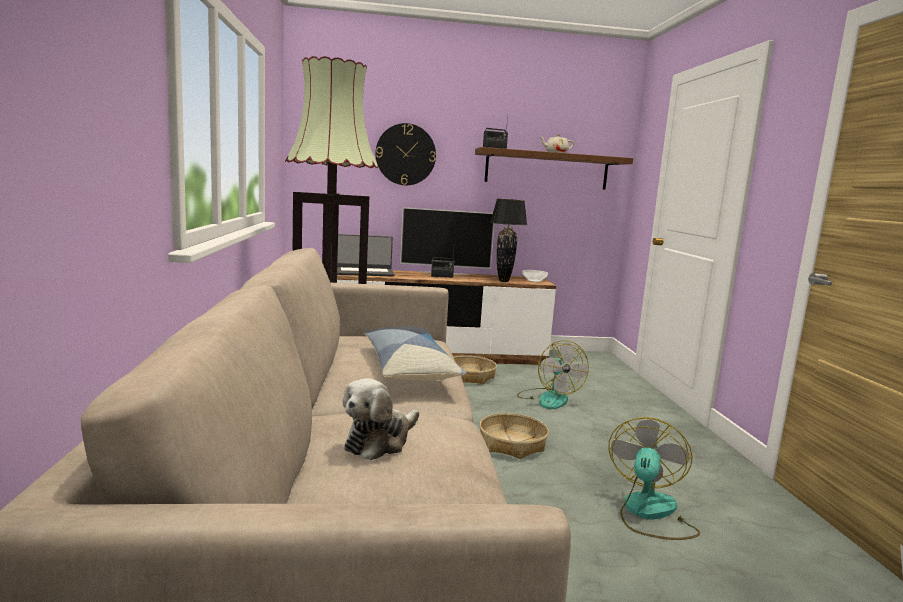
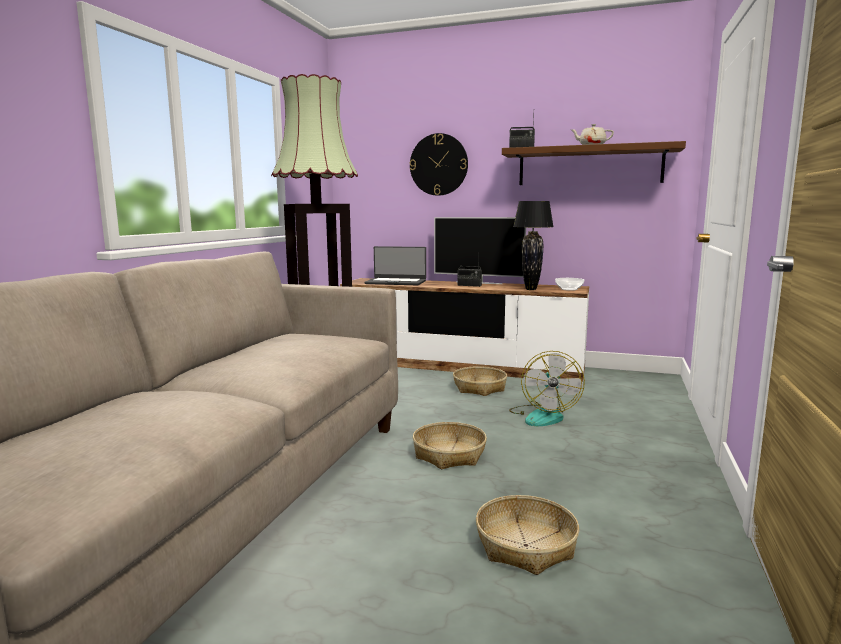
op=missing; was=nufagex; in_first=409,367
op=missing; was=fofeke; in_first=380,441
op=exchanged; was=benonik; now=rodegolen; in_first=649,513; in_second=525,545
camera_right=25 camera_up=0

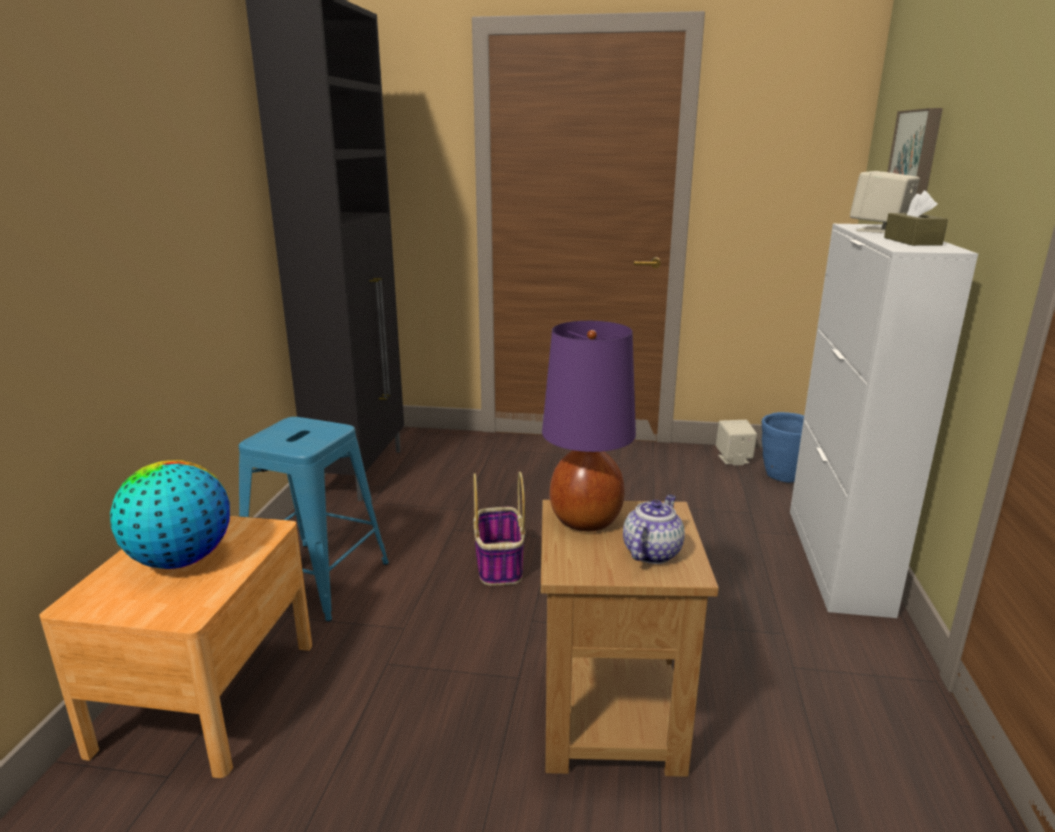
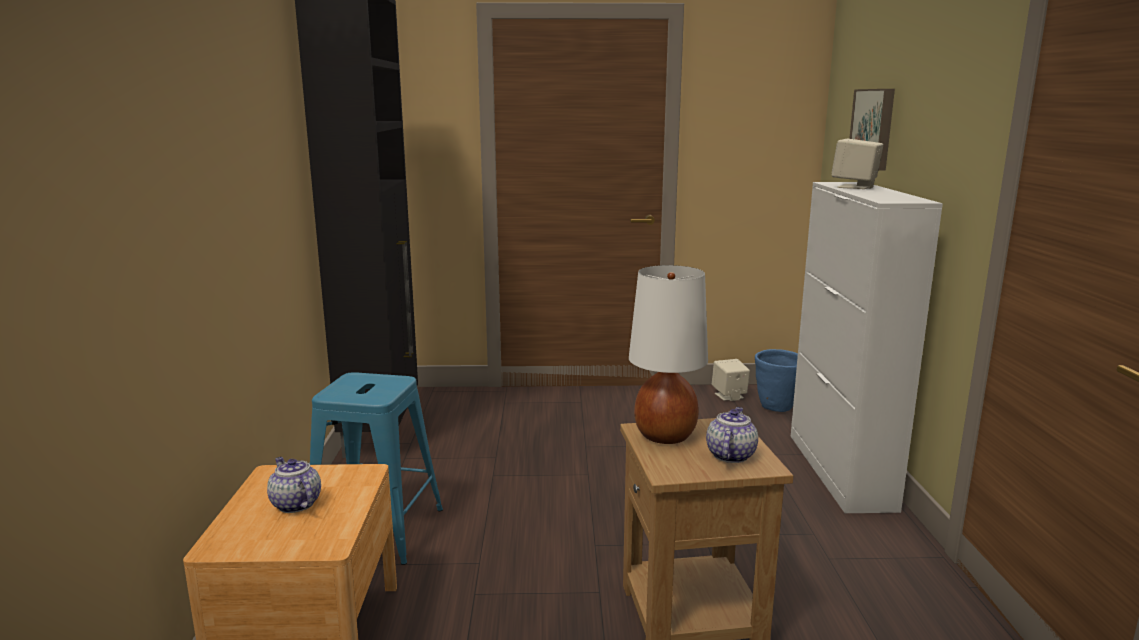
op=missing; was=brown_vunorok; in_first=912,241
op=colour; was=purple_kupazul; now=white_kupazul; in_first=585,520; in_second=664,436
op=exchanged; was=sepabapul; now=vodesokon; in_first=180,560; in_second=295,504
op=missing; was=rodegolen; in_first=499,564
camera_right=-10 camera_up=-5

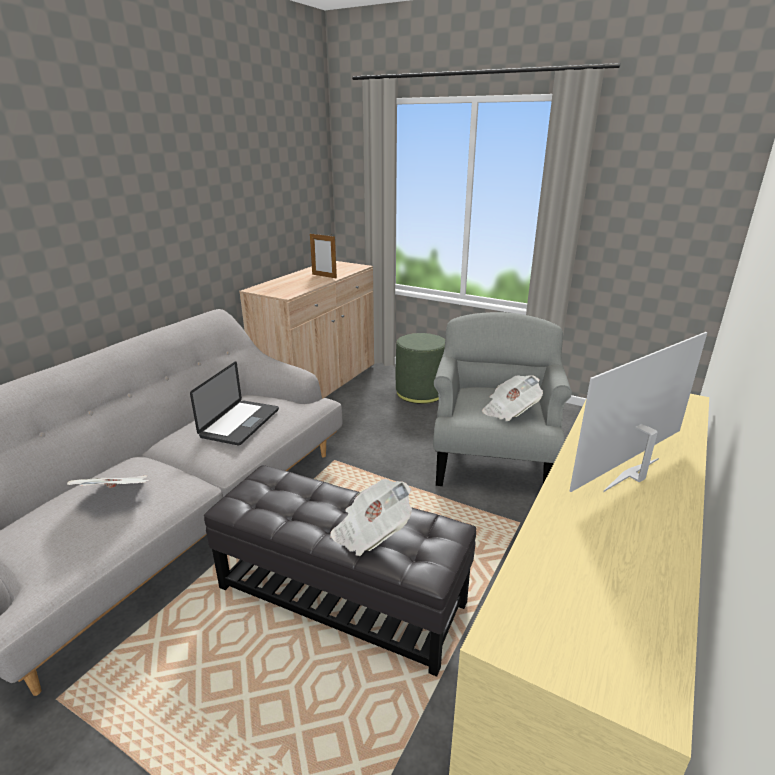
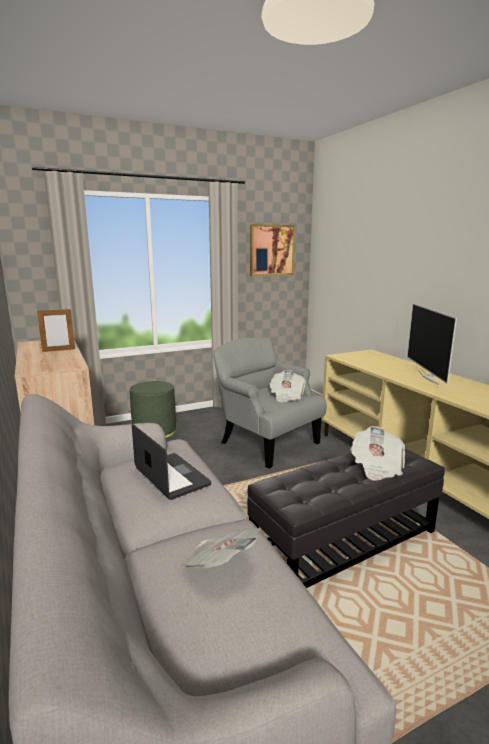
op=appeared; now=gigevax; in_second=271,250
camera_right=-55 camera_up=-10

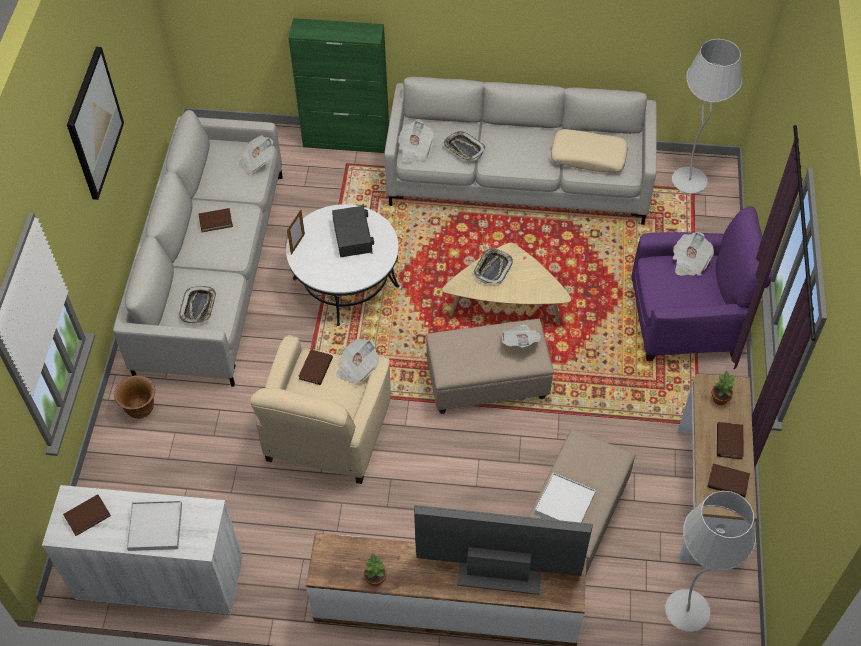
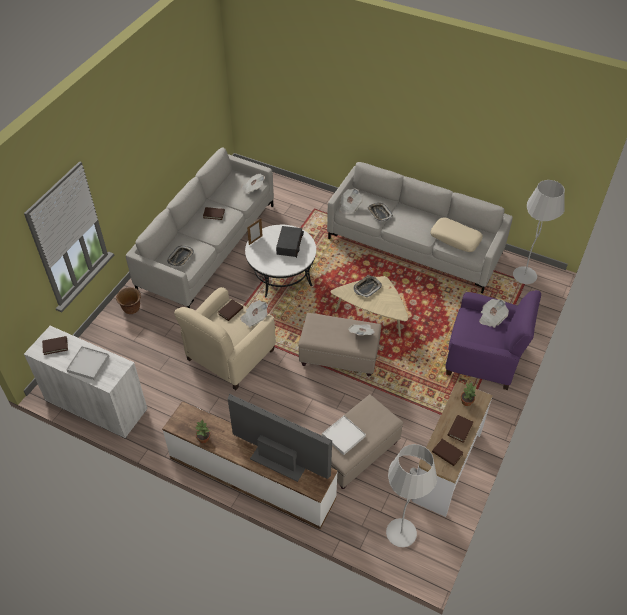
op=missing; was=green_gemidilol; in_first=346,140
op=missing; was=gigevax; in_first=94,123
camera_right=20 camera_up=-5

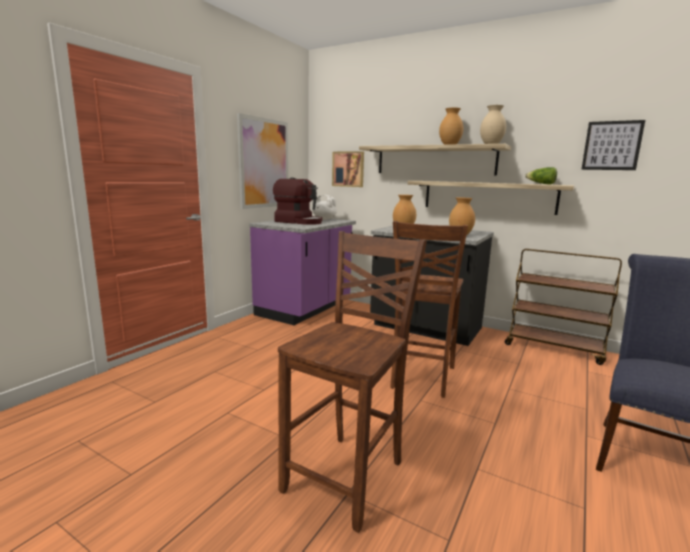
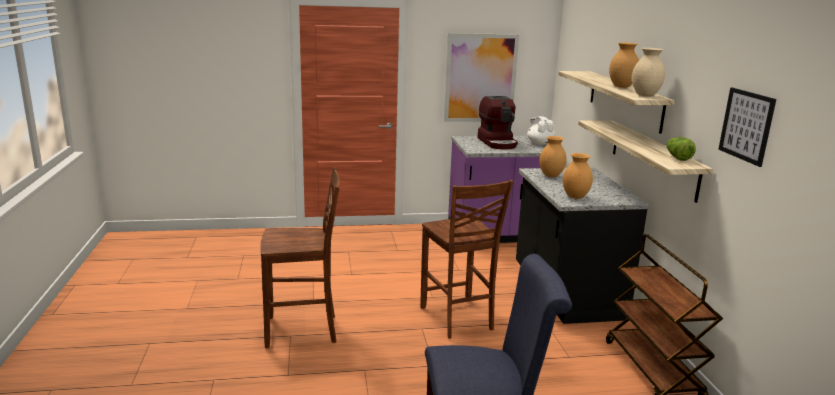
op=missing; was=gigevax; in_first=348,169
op=spun; was=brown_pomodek; in_first=421,377; in_second=457,319; clockwise=-90
camera_right=50 camera_up=5

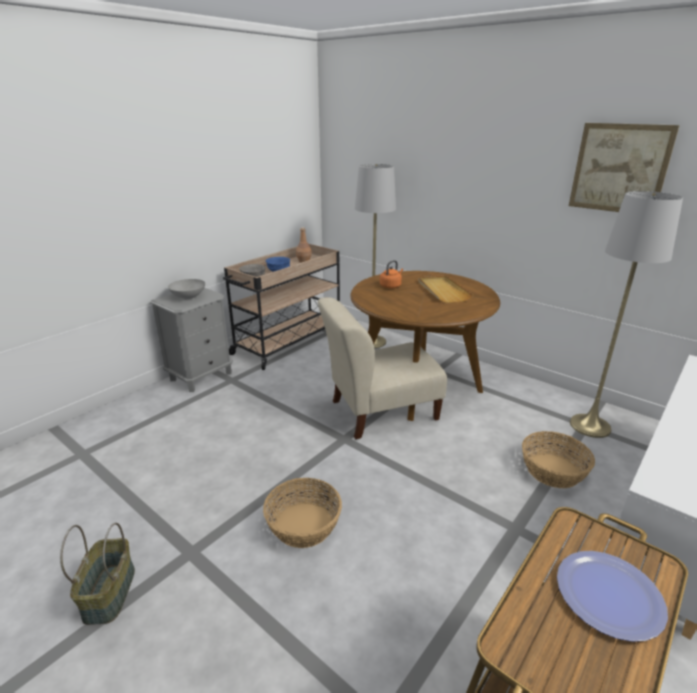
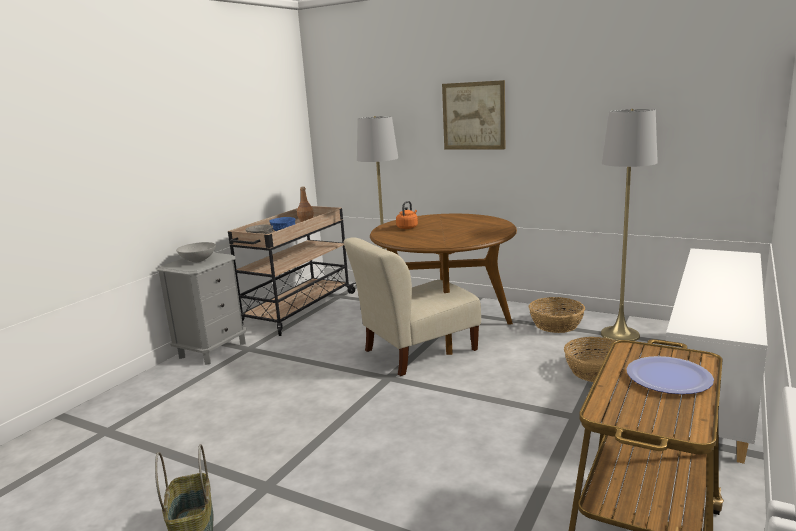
op=relocated; was=gigevax; in_first=619,168; in_second=473,116
op=missing; was=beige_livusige; in_first=442,291
op=relocated; was=rodegolen; in_first=304,524; in_second=556,324
camera_right=-10 camera_up=-10

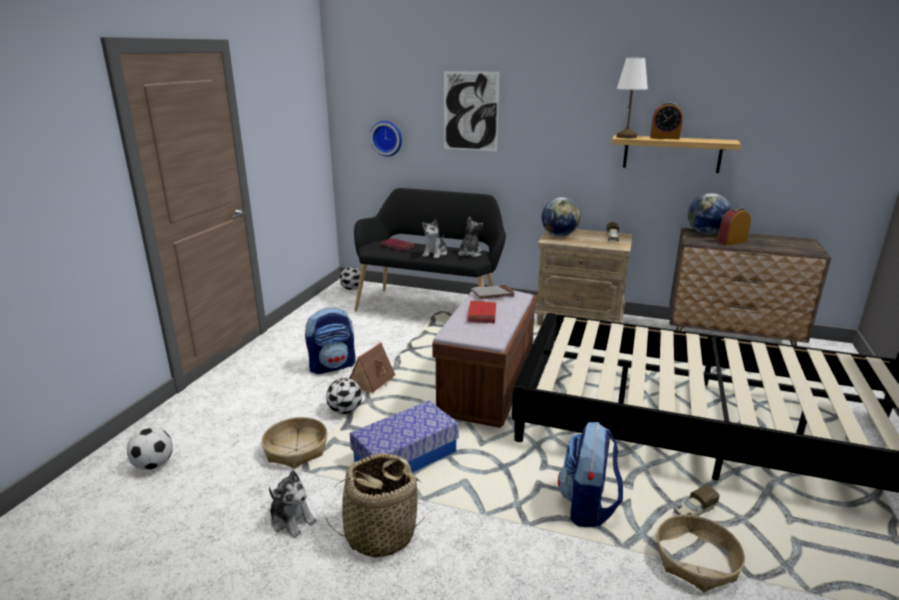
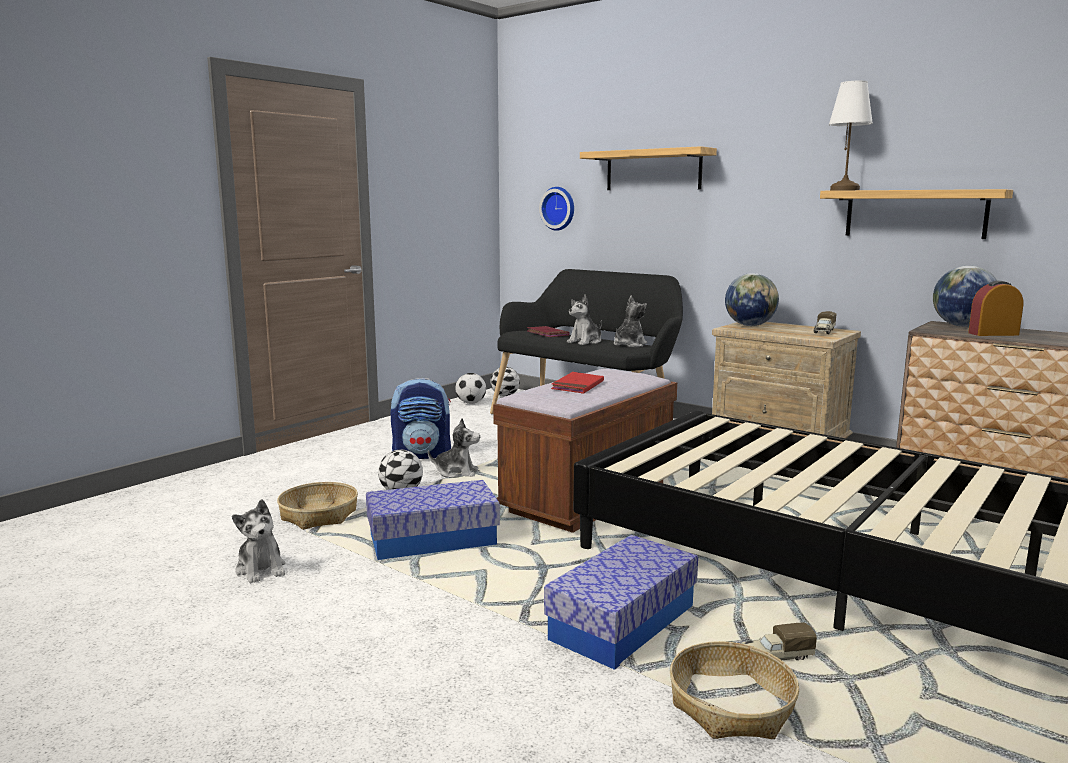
op=exchanged; was=gigevax; now=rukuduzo; in_first=470,111; in_second=653,170
op=missing; was=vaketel; in_first=664,138
op=missing; was=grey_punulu; in_first=492,294
op=exchanged; was=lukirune; now=fofeke; in_first=373,381; in_second=457,472
op=exchanged; was=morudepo; now=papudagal; in_first=588,506; in_second=622,623
op=relocated; was=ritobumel; in_first=154,465; in_second=471,403
op=missing; was=rodegolen; in_first=380,534
camera_right=20 camera_up=-10

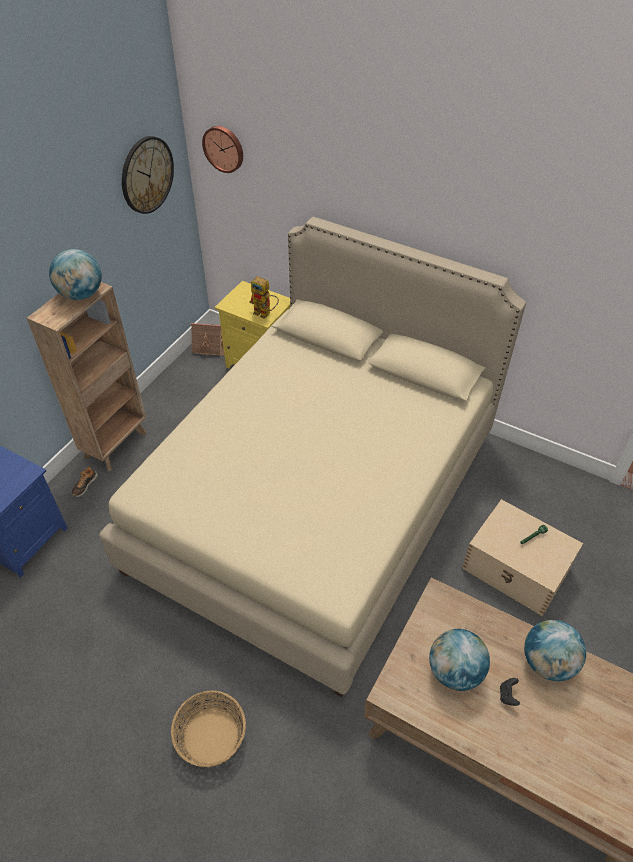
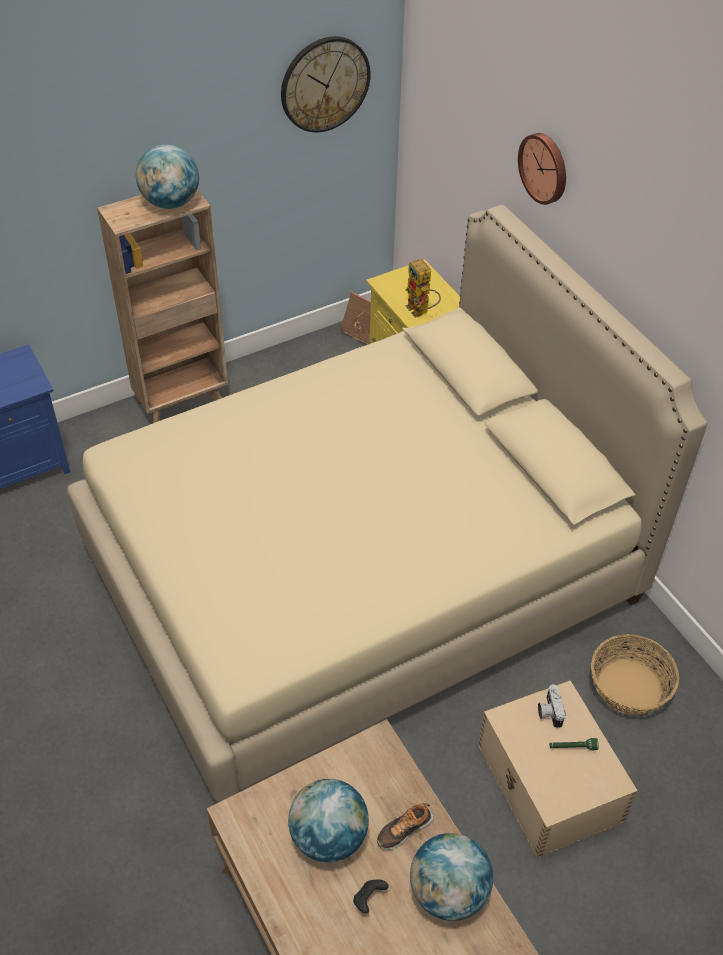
op=relocated; was=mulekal; in_first=224,148; in_second=545,167
op=relocated; was=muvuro; in_first=84,485; in_second=404,829
op=relocated; was=rodegolen; in_first=210,735; in_second=628,686
op=appeared; now=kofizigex; in_second=549,711
camera_right=30 camera_up=0

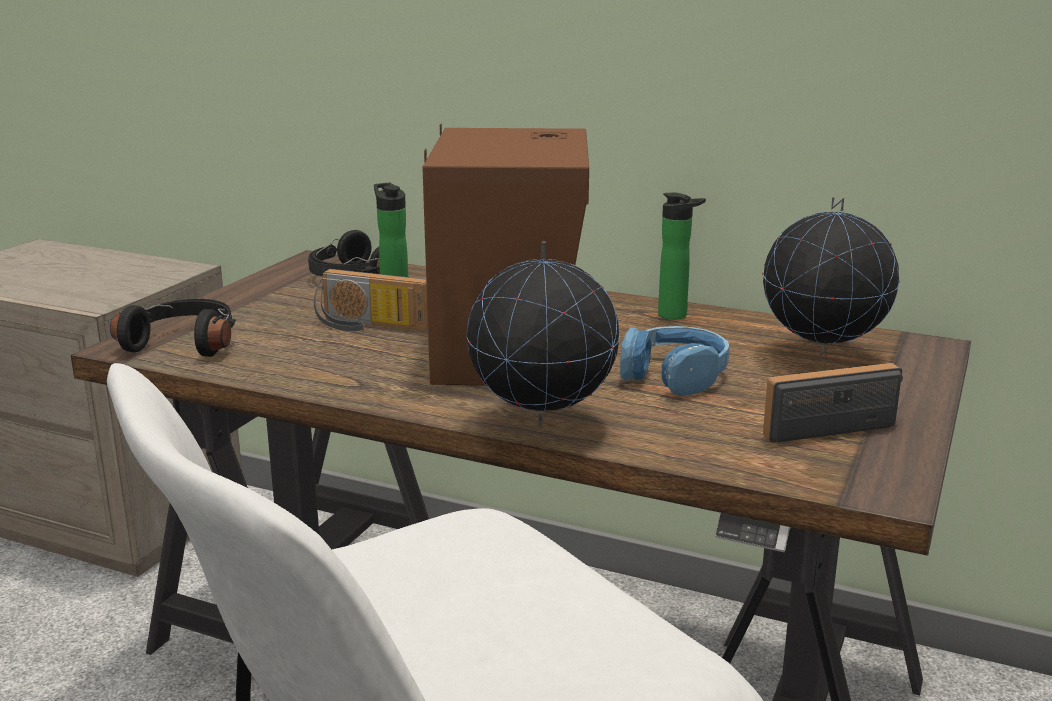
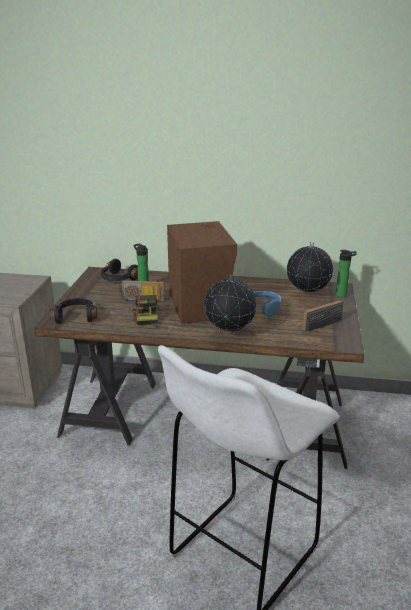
op=relocated; was=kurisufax; in_first=677,316; in_second=343,295
op=appeared; now=kofizigex; in_second=147,316
camera_right=-15 camera_up=5

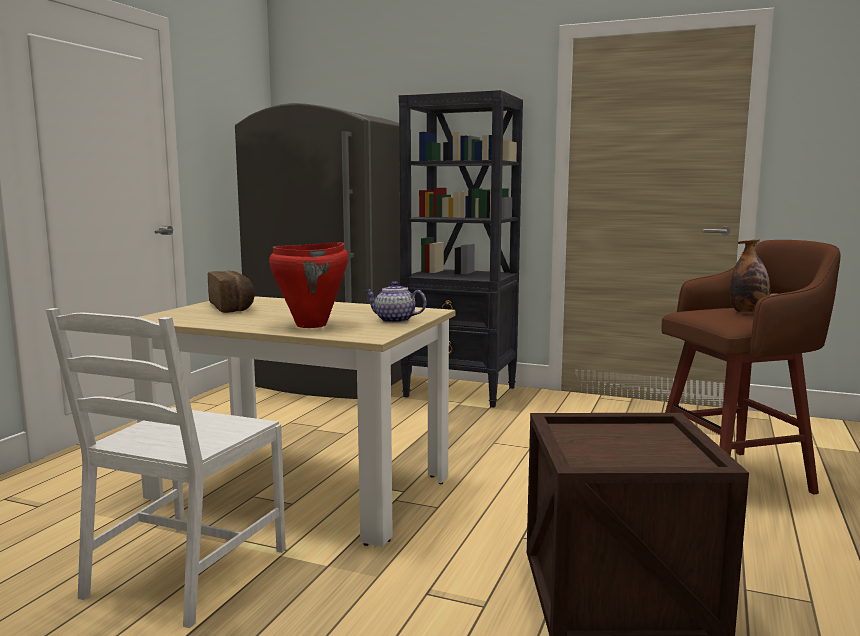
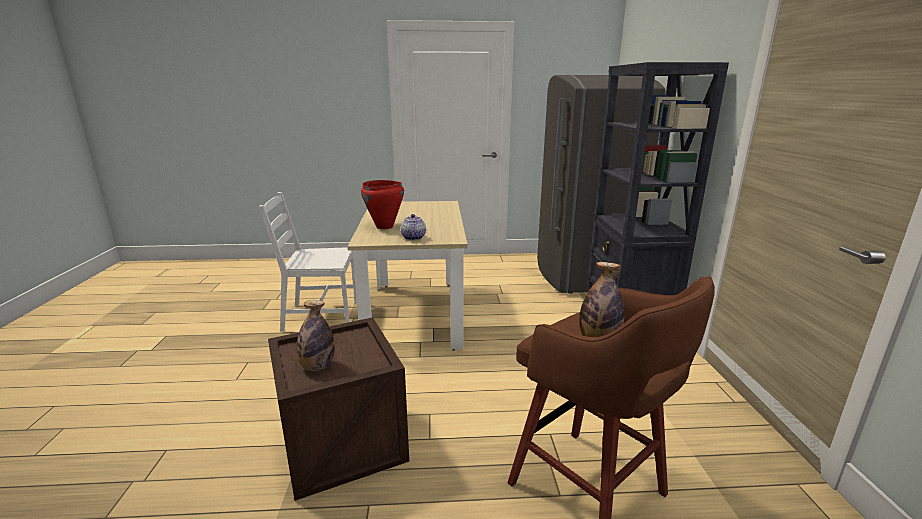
op=missing; was=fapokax; in_first=233,307
op=appeared; now=kurisufax; in_second=317,367
camera_right=65 camera_up=10

